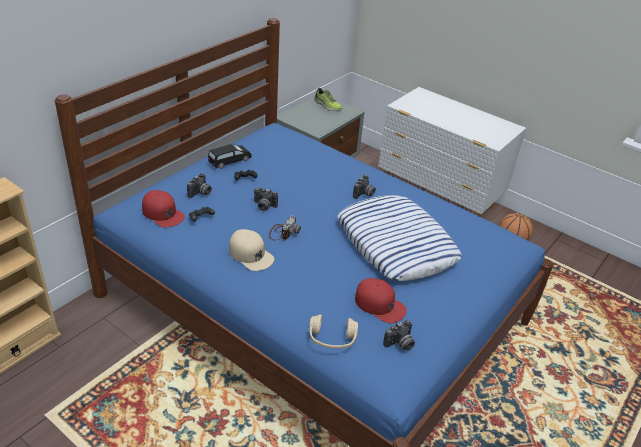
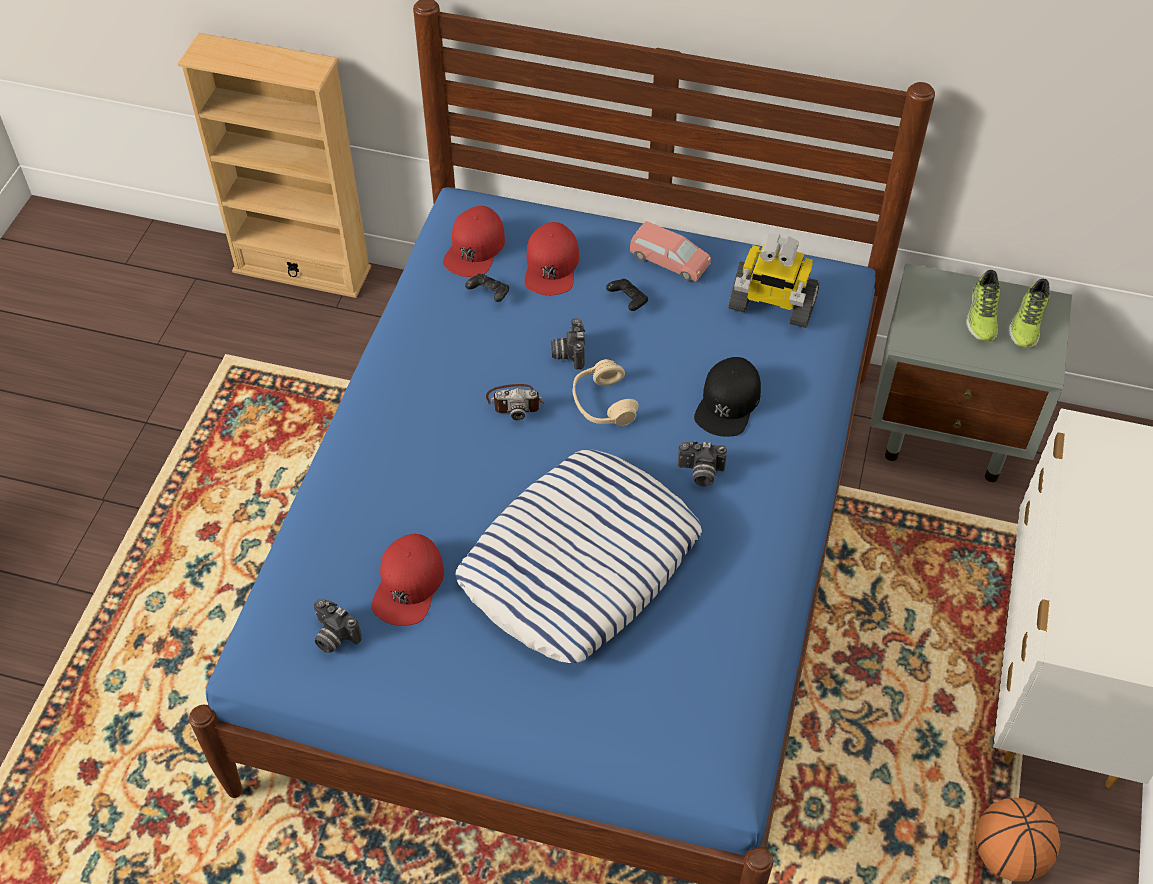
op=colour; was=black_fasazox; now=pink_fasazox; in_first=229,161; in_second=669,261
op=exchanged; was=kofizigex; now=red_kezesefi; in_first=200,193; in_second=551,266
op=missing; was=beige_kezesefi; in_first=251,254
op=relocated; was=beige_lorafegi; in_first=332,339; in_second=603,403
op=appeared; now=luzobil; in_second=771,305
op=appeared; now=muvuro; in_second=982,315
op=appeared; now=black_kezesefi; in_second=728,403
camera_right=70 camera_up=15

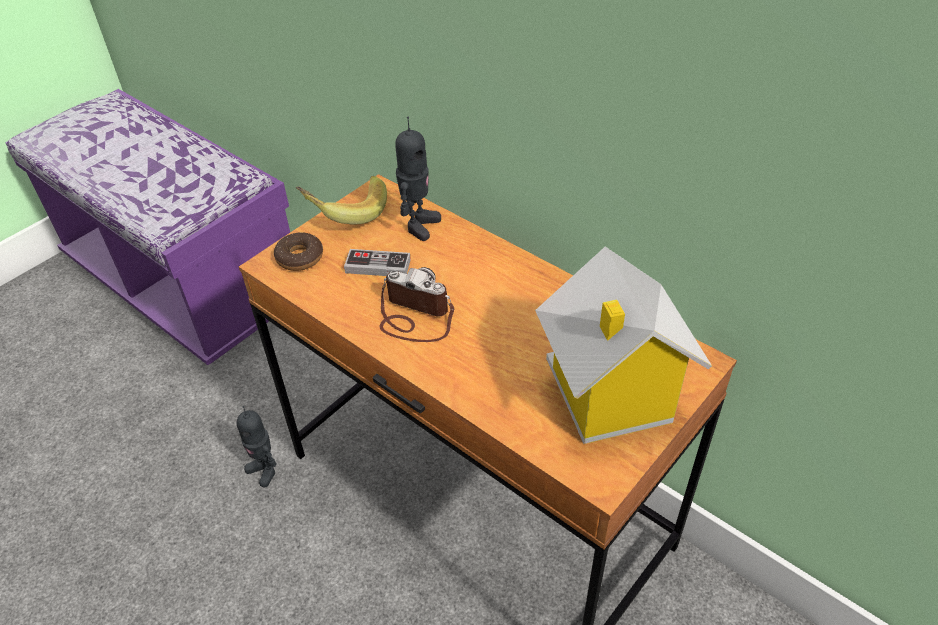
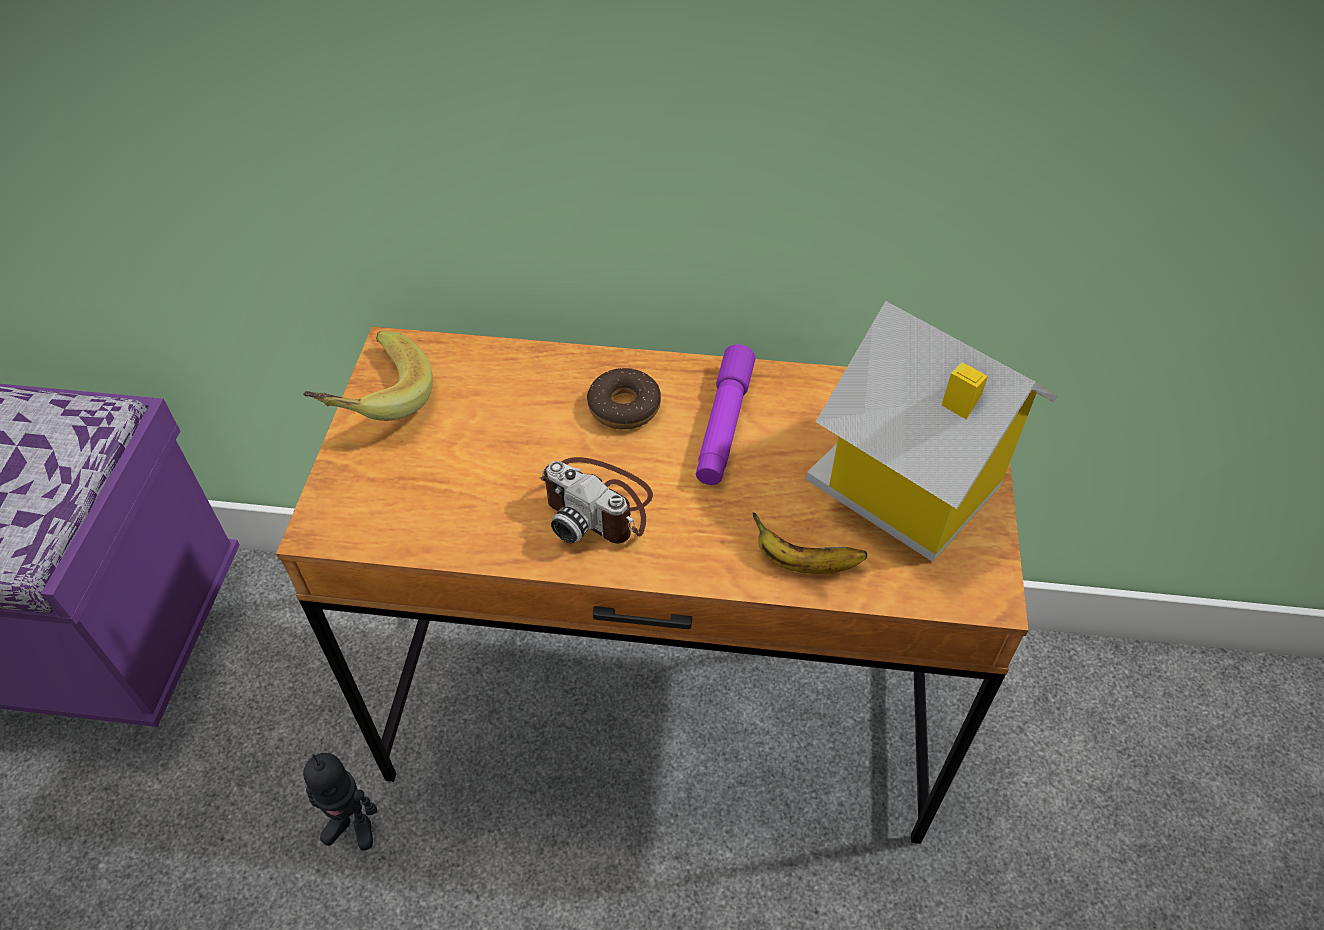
op=missing; was=luzobil; in_first=419,225
op=relocated; was=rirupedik; in_first=300,257; in_second=624,407
op=missing; was=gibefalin; in_first=378,266
op=spun; was=kofizigex; in_first=414,316; in_second=599,504; clockwise=-135
op=appeared; now=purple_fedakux; in_second=724,424
op=appeared; now=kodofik; in_second=804,563
camera_right=-35 camera_up=5

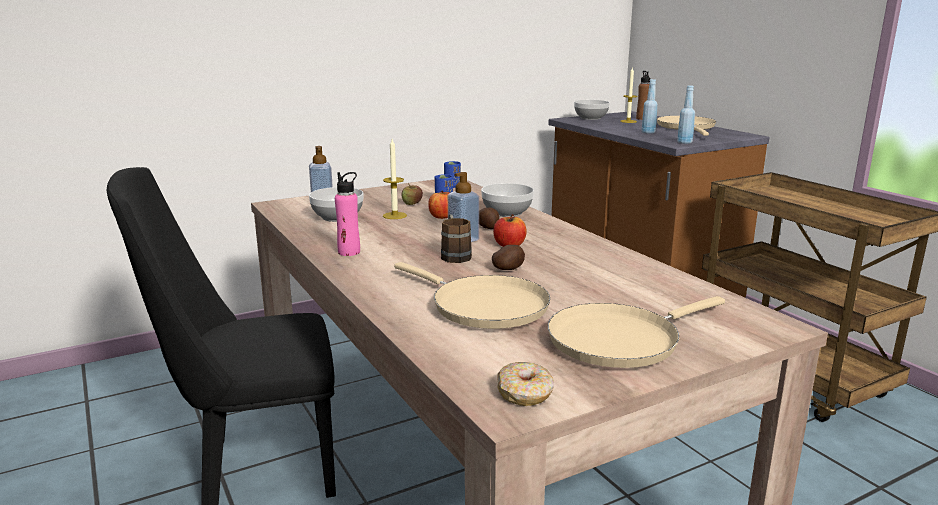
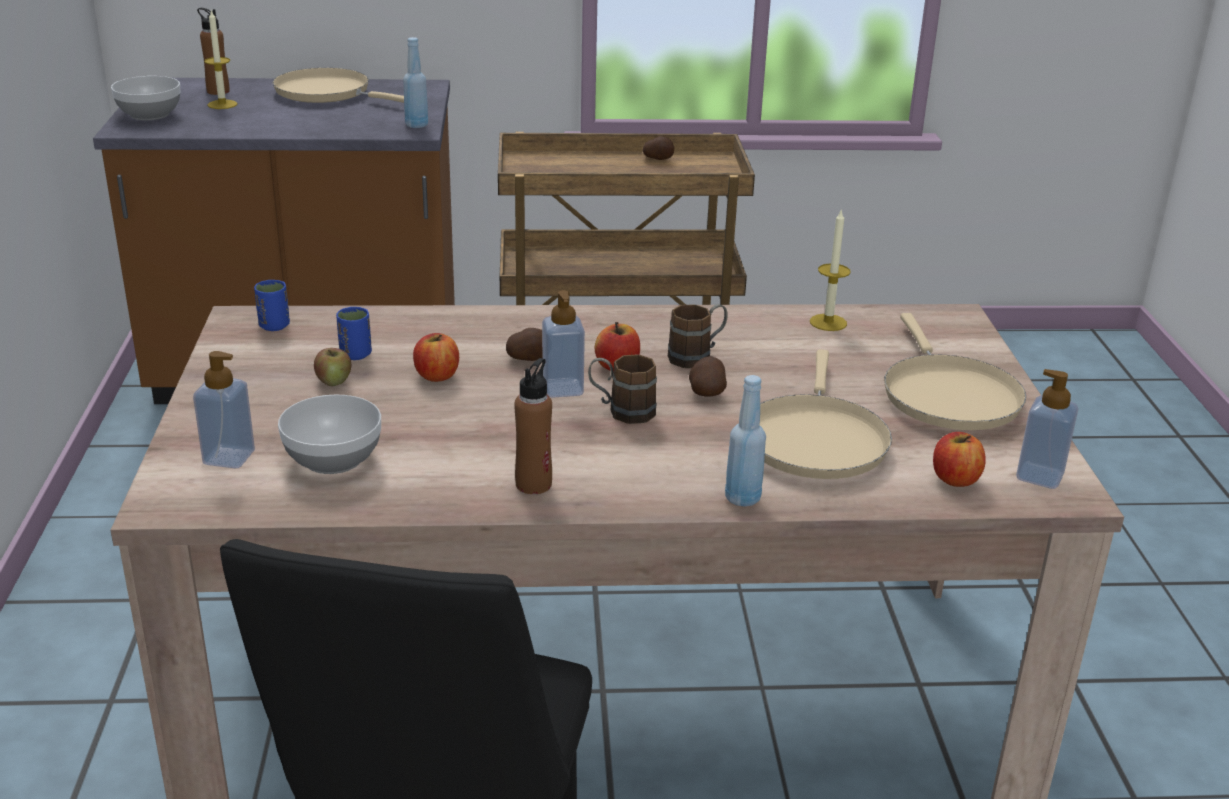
op=relocated; was=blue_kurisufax; in_first=648,132; in_second=742,498
op=relocated; was=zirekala; in_first=394,215; in_second=828,322
op=colour; was=pink_kurisufax; now=brown_kurisufax; in_first=349,252; in_second=533,484
op=missing; was=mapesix; in_first=506,213
op=spun; was=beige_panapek; in_first=483,306; in_second=815,439; clockwise=120
op=exchanged; was=rirupedik; now=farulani; in_first=525,393; in_second=1039,476
op=appeared; now=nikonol; in_second=658,159
op=appeared; now=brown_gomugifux; in_second=697,356
op=appeared; now=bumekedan; in_second=955,479
camera_right=-65 camera_up=10

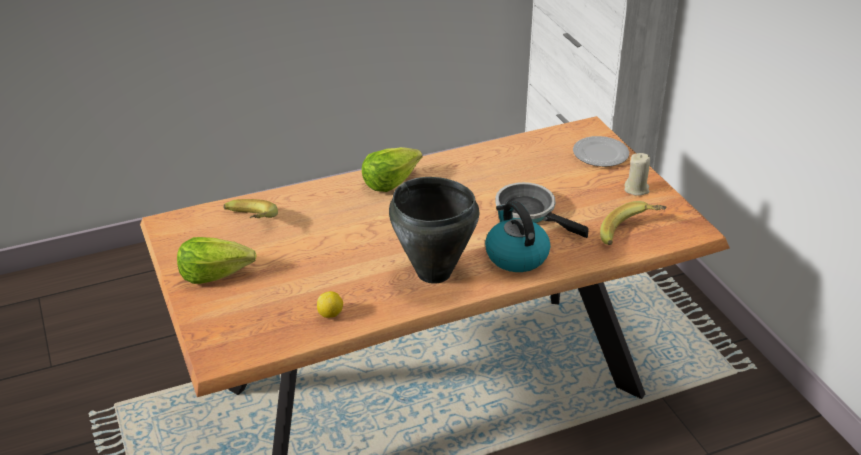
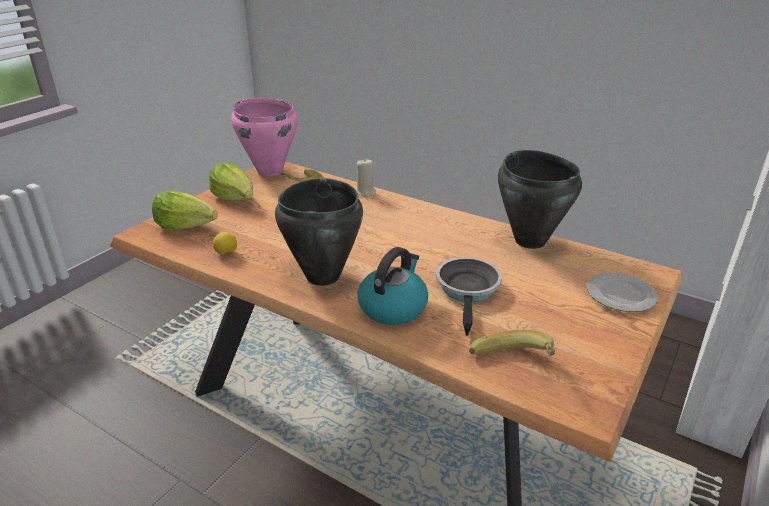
op=relocated; was=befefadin; in_first=390,181; in_second=186,226
op=relocated; was=beige_zirekala; in_first=636,189; in_second=365,192
op=appeared; now=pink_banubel; in_second=270,171
op=appeared; now=black_banubel; in_second=530,240
camera_right=55 camera_up=-5

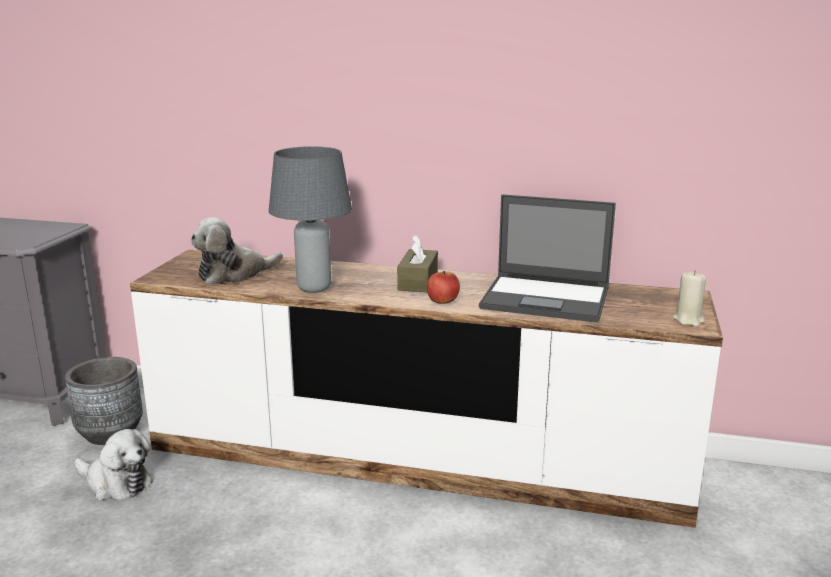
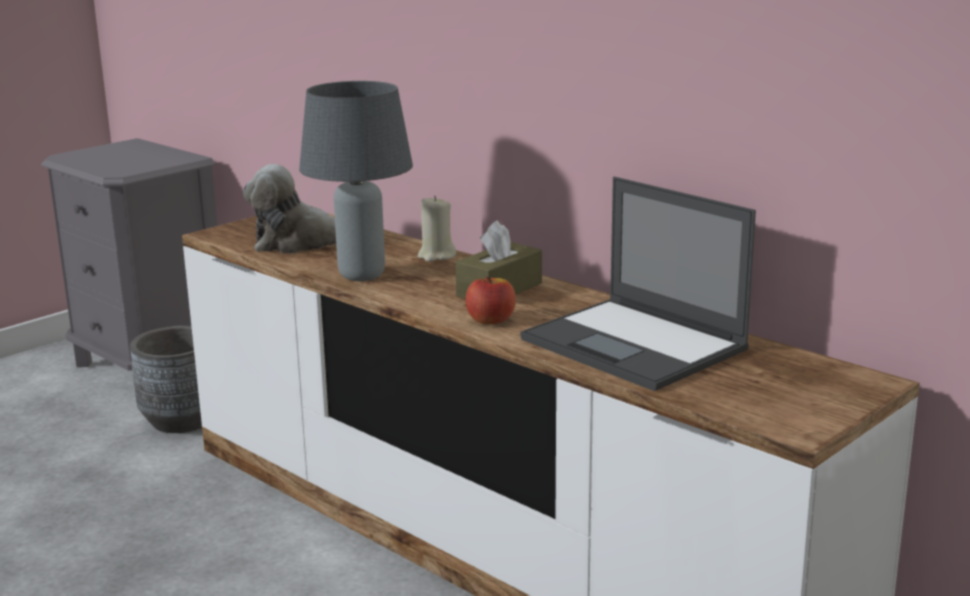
op=relocated; was=beige_zirekala; in_first=688,320; in_second=436,256
op=missing; was=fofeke; in_first=116,483
camera_right=30 camera_up=0

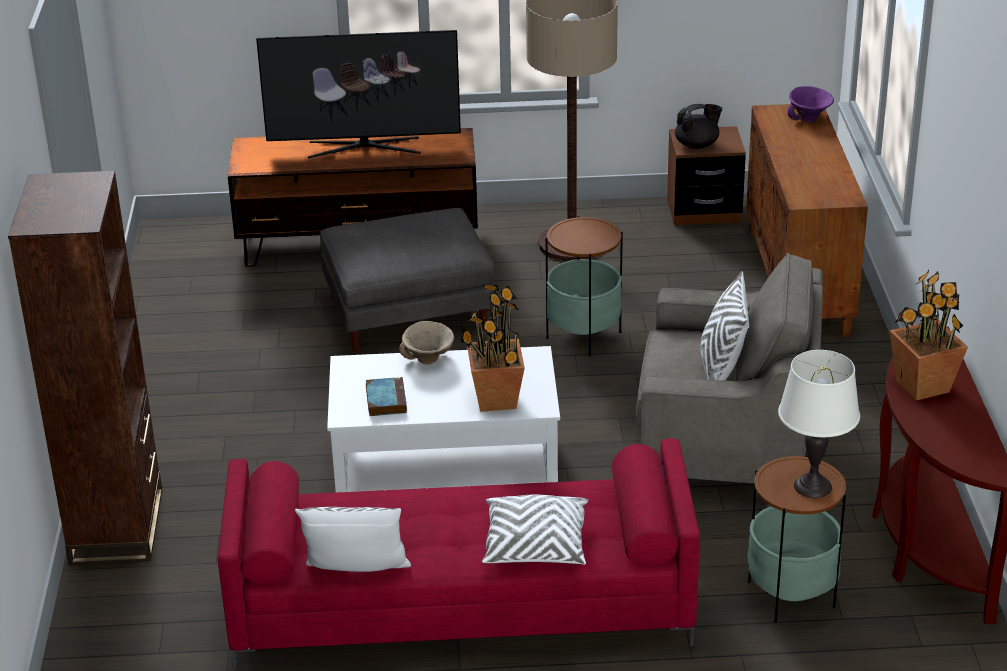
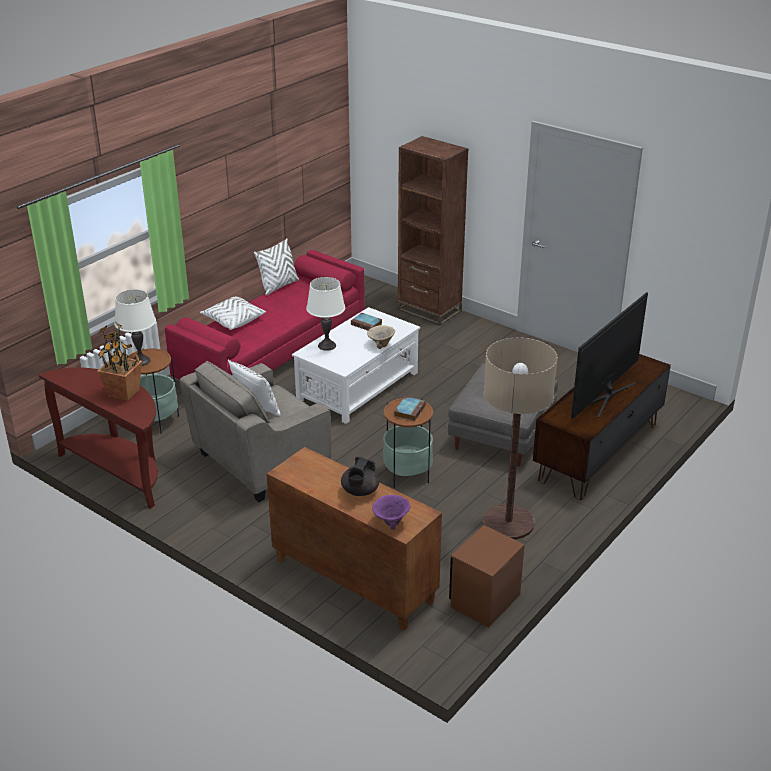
op=relocated; was=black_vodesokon; in_first=697,145; in_second=359,491
op=exchanged; was=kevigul; now=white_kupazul; in_first=495,400; in_second=327,346
op=appeared; now=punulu; in_second=409,410
camera_right=130 camera_up=0

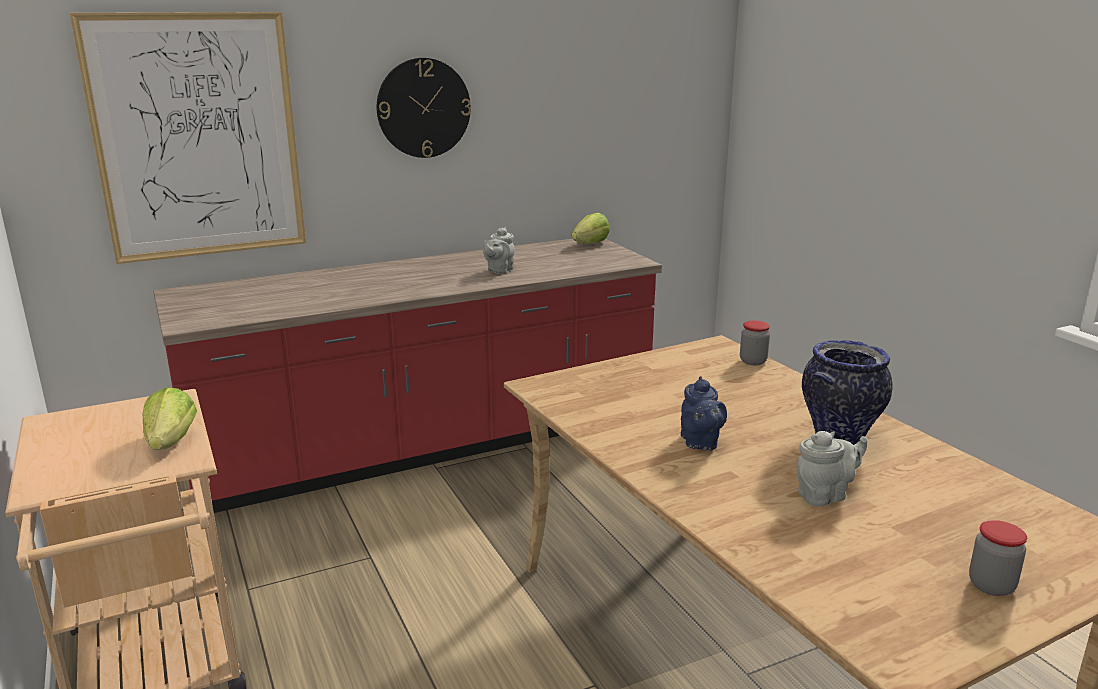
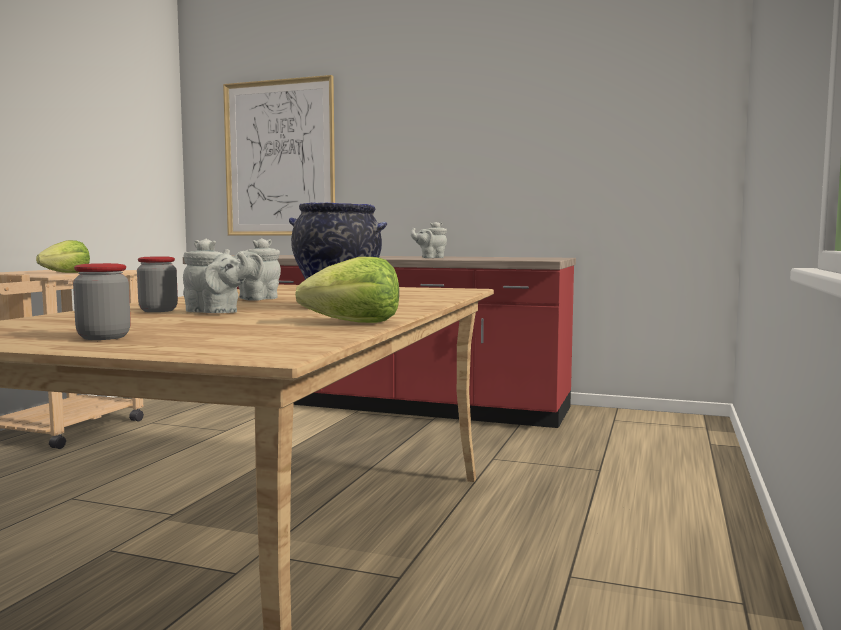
op=missing; was=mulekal; in_first=423,108
op=relocated; was=befefadin; in_first=590,244; in_second=355,323
op=relocated; was=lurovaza; in_first=753,361; in_second=158,310
op=colour; was=blue_vodesokon; now=grey_vodesokon; in_first=699,443; in_second=255,299
camera_right=45 camera_up=-15

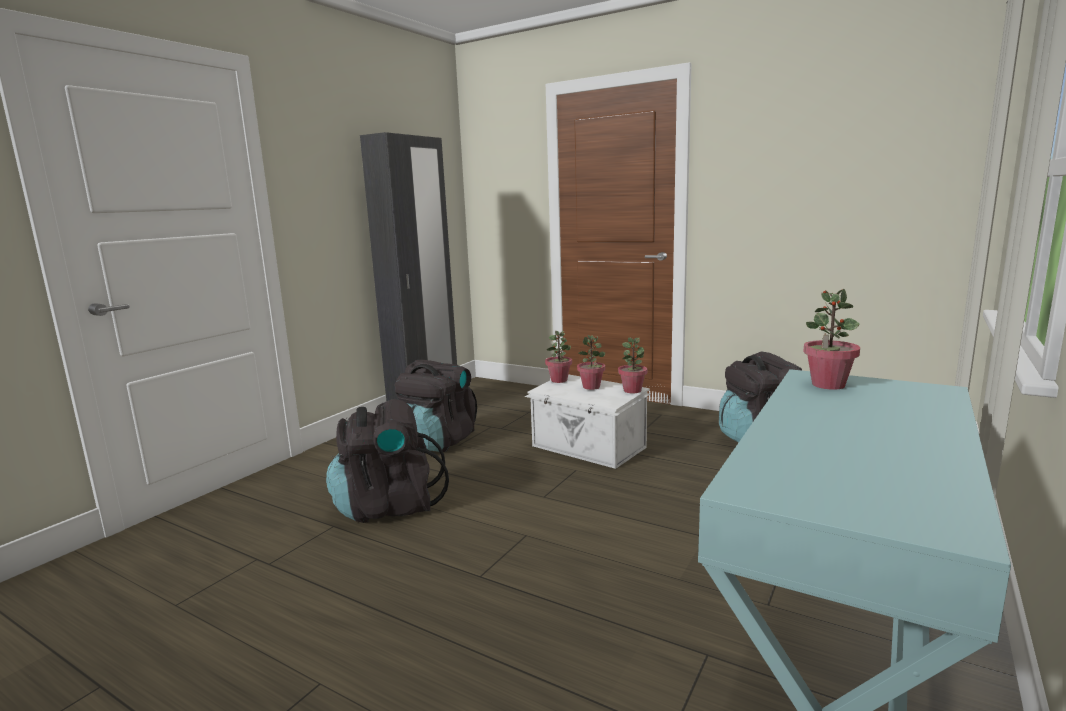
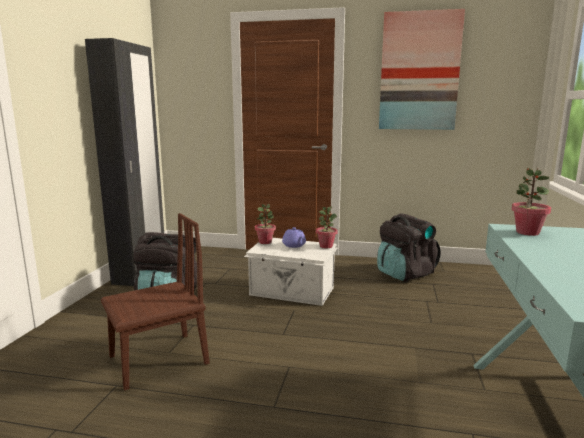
op=exchanged; was=kevigul; now=purple_vodesokon; in_first=591,387; in_second=294,245
op=exchanged; was=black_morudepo; now=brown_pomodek; in_first=389,506; in_second=158,360
op=appeared; now=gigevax; in_second=419,72
camera_right=-20 camera_up=0

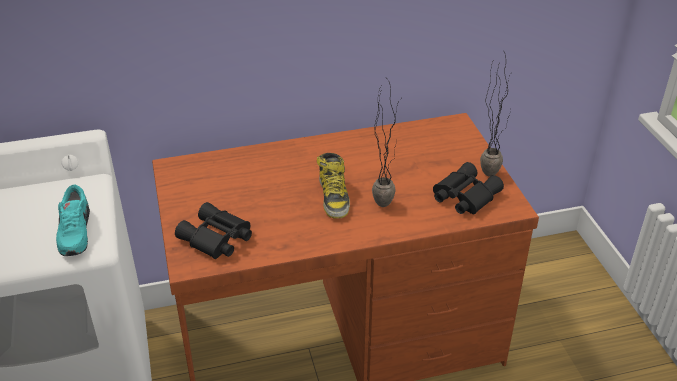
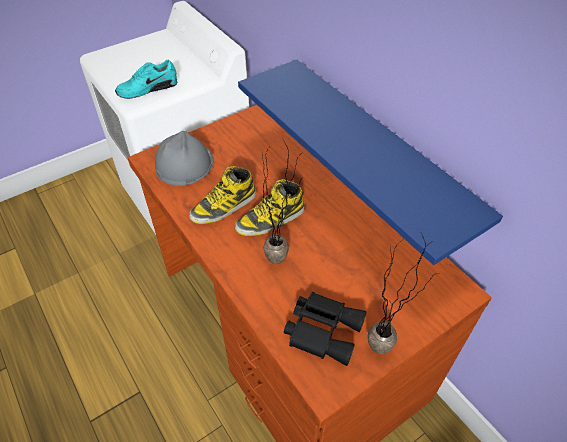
op=exchanged; was=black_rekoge; now=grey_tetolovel; in_first=216,239; in_second=184,164
op=appeared; now=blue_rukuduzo; in_second=378,149
op=appeared; now=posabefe; in_second=224,207
camera_right=70 camera_up=10

